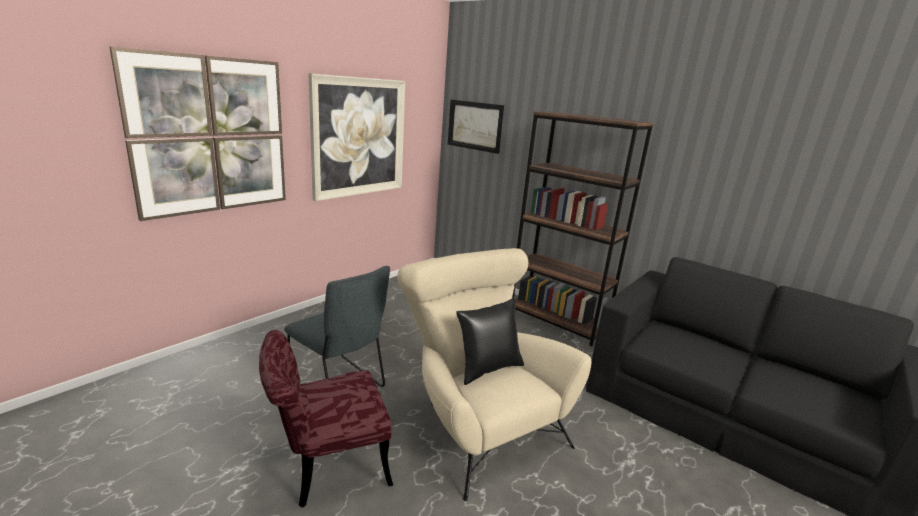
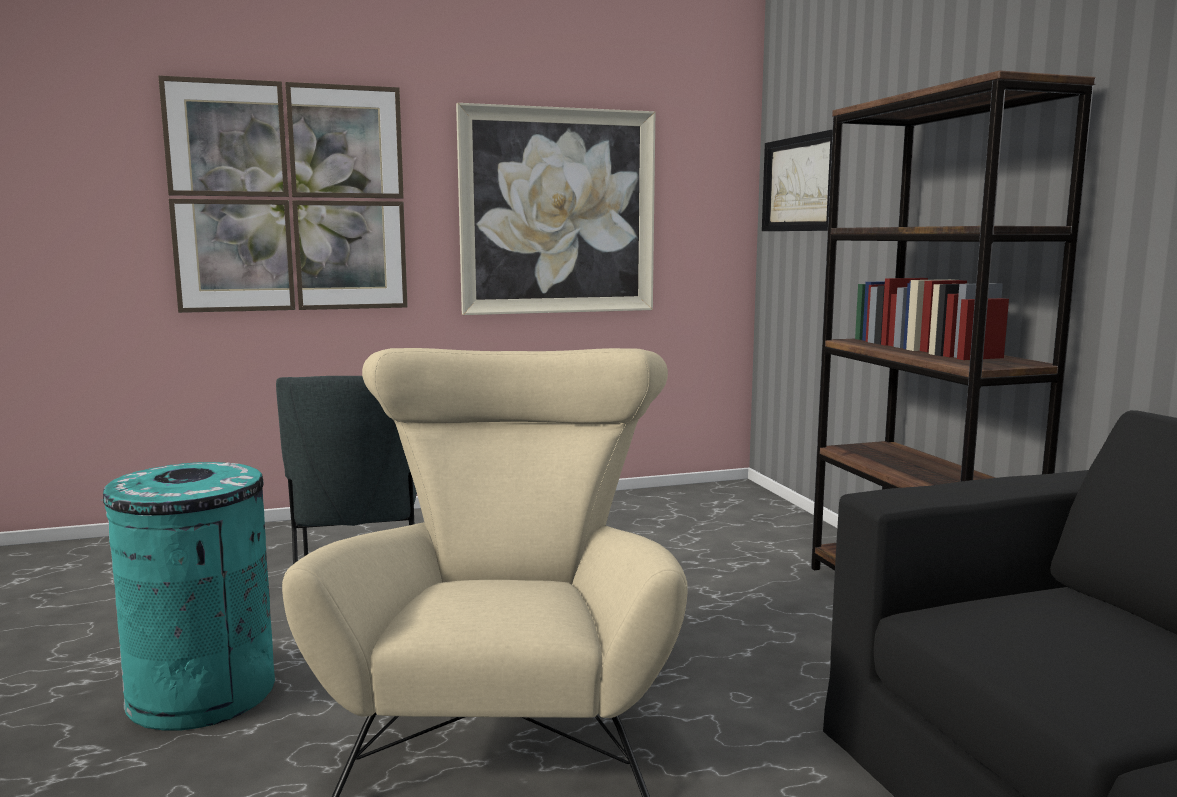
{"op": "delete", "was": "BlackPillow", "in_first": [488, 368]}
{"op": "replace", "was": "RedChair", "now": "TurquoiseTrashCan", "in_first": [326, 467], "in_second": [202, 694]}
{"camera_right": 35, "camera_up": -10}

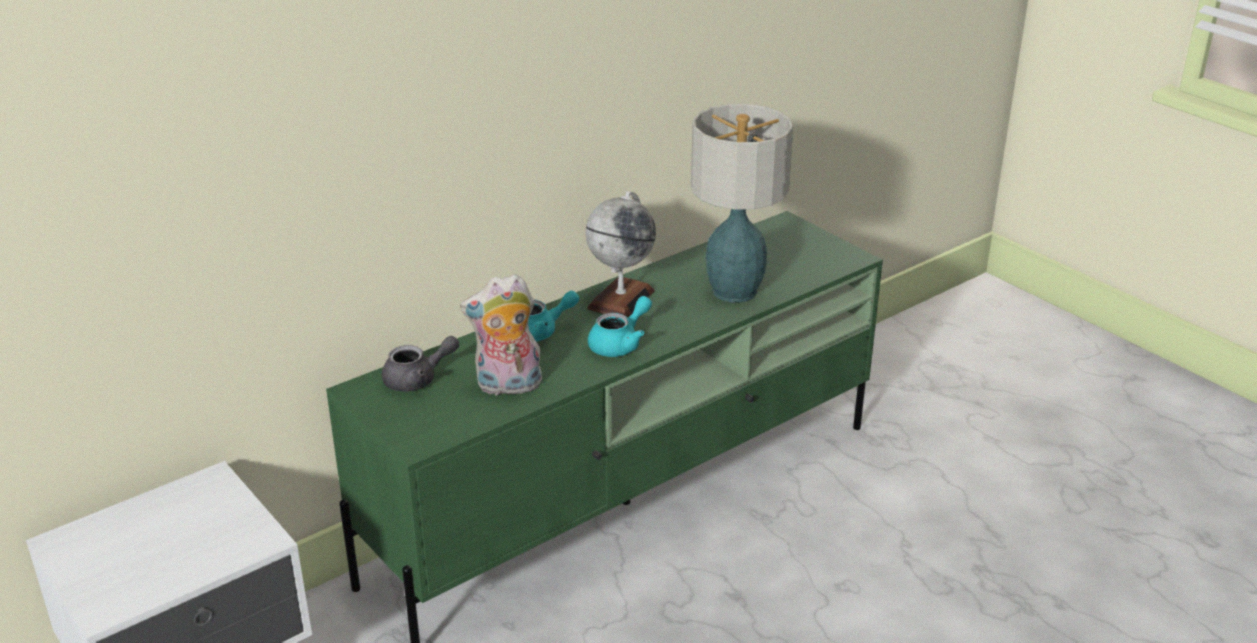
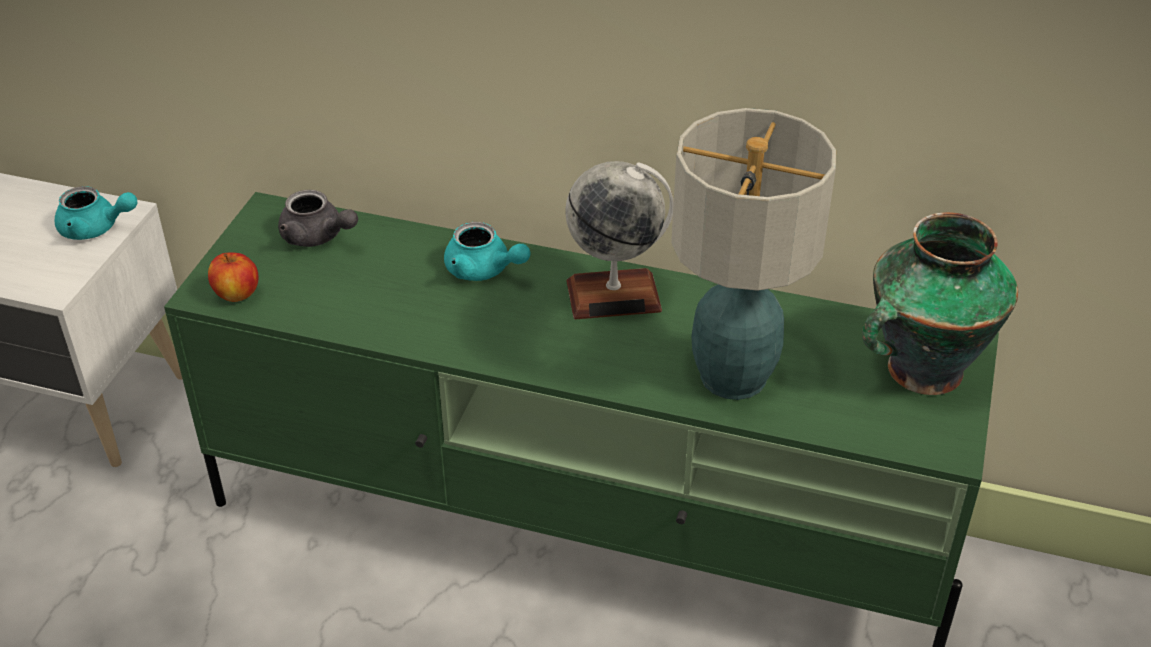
{"op": "delete", "was": "PlushToy", "in_first": [507, 387]}
{"op": "move", "was": "TurquoiseTeapot", "in_first": [620, 344], "in_second": [96, 228]}
{"op": "insert", "now": "Vase", "in_second": [921, 371]}
{"op": "insert", "now": "Apple", "in_second": [237, 294]}
{"camera_right": 55, "camera_up": 10}

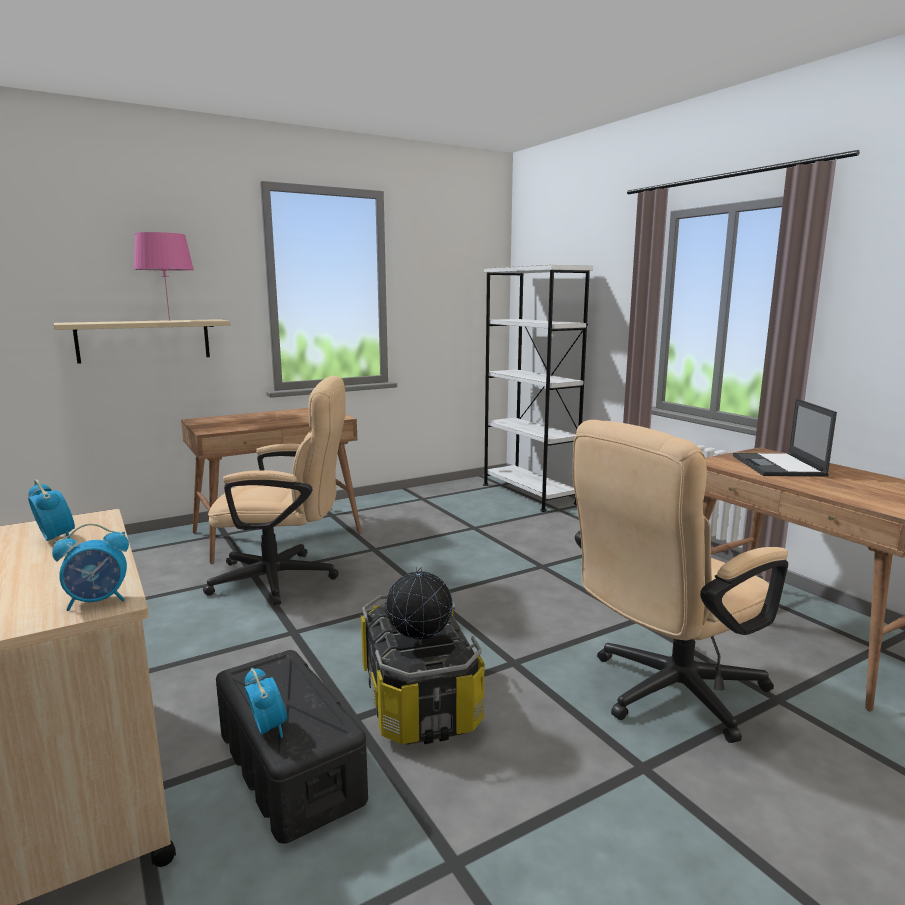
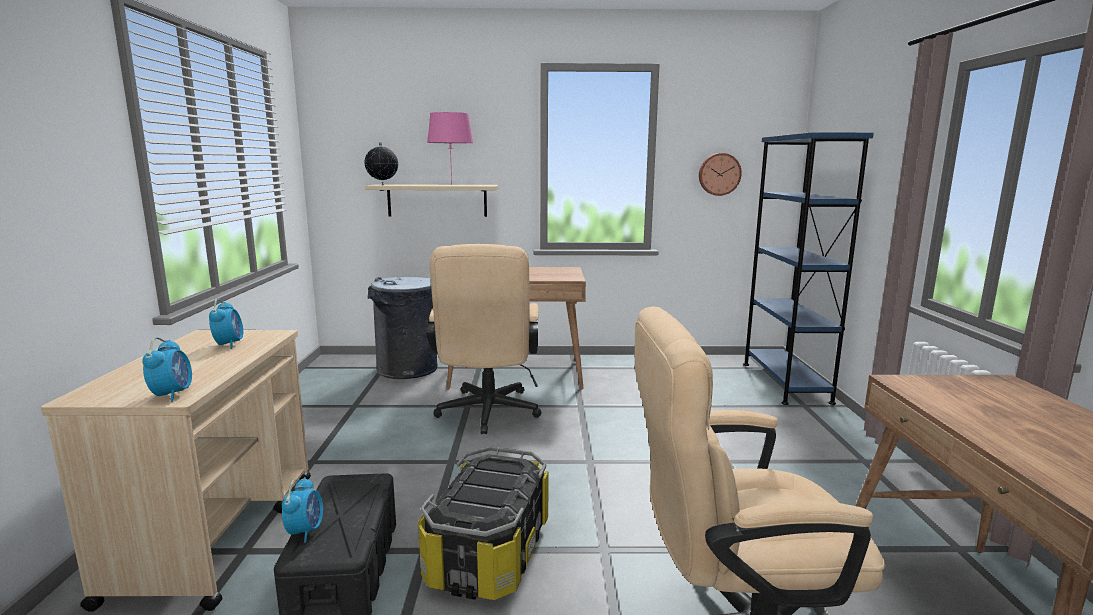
{"op": "recolor", "was": "WhiteBookcase", "now": "BlueBookcase", "in_first": [529, 494], "in_second": [785, 382]}
{"op": "rotate", "was": "BeigeOfficeChair", "in_first": [285, 578], "in_second": [487, 415], "clockwise": 60}
{"op": "delete", "was": "Laptop", "in_first": [778, 466]}
{"op": "rotate", "was": "AlarmClock", "in_first": [98, 601], "in_second": [172, 394], "clockwise": -105}
{"op": "move", "was": "Globe", "in_first": [419, 643], "in_second": [382, 184]}
{"op": "insert", "now": "WallClock", "in_second": [719, 174]}
{"op": "insert", "now": "GreyTrashCan", "in_second": [408, 370]}
{"camera_right": 30, "camera_up": 0}

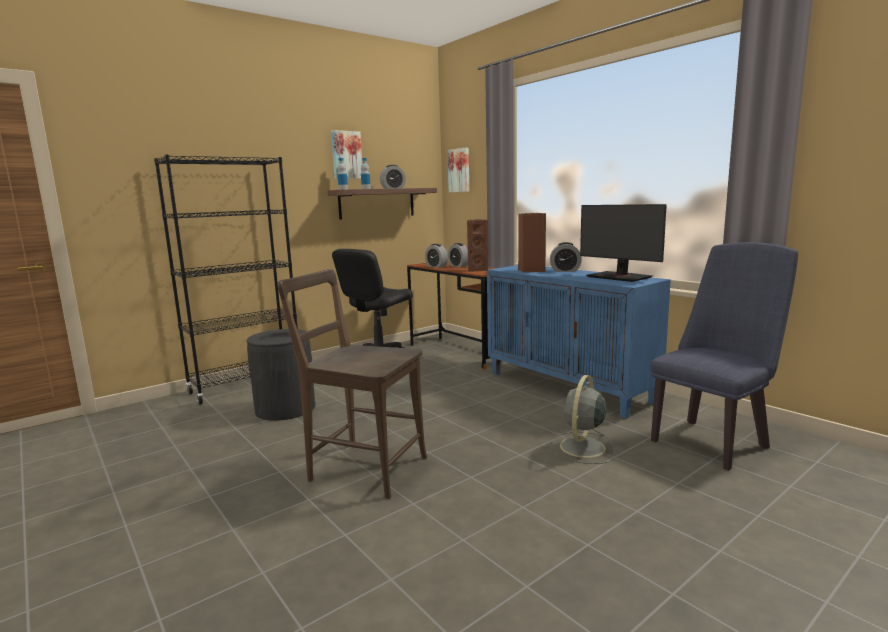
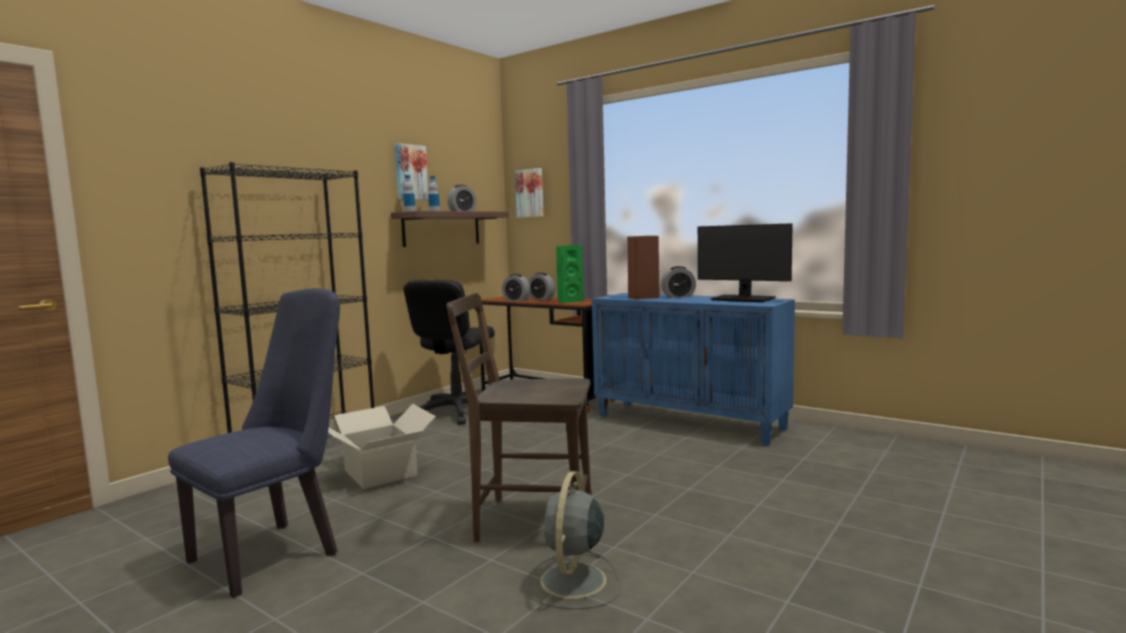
{"op": "recolor", "was": "BrownSpeaker", "now": "GreenSpeaker", "in_first": [476, 270], "in_second": [569, 301]}
{"op": "move", "was": "BlueChair", "in_first": [713, 440], "in_second": [275, 551]}
{"op": "replace", "was": "BlackTrashCan", "now": "CardboardBox", "in_first": [285, 408], "in_second": [381, 472]}
{"op": "move", "was": "GreyFan", "in_first": [582, 448], "in_second": [572, 582]}
{"camera_right": -15, "camera_up": -5}

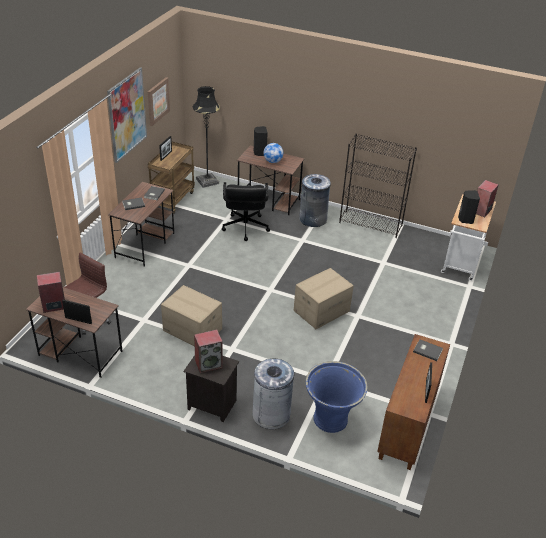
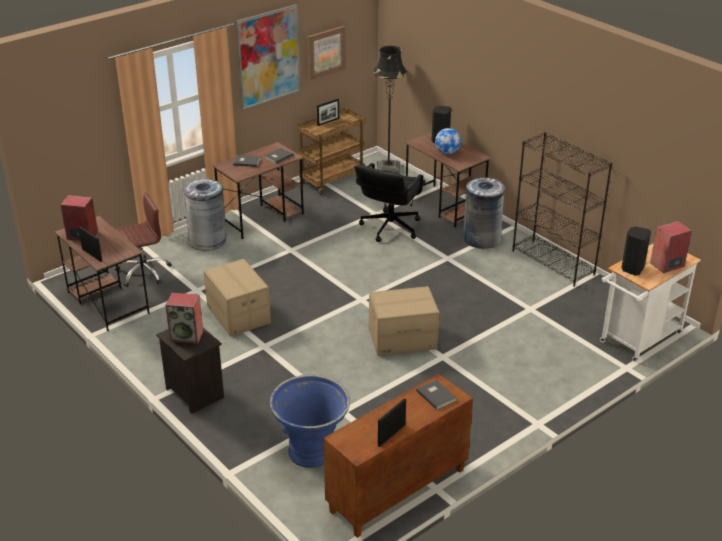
{"op": "move", "was": "GreyTrashCan", "in_first": [271, 414], "in_second": [208, 240]}
{"camera_right": 30, "camera_up": -5}

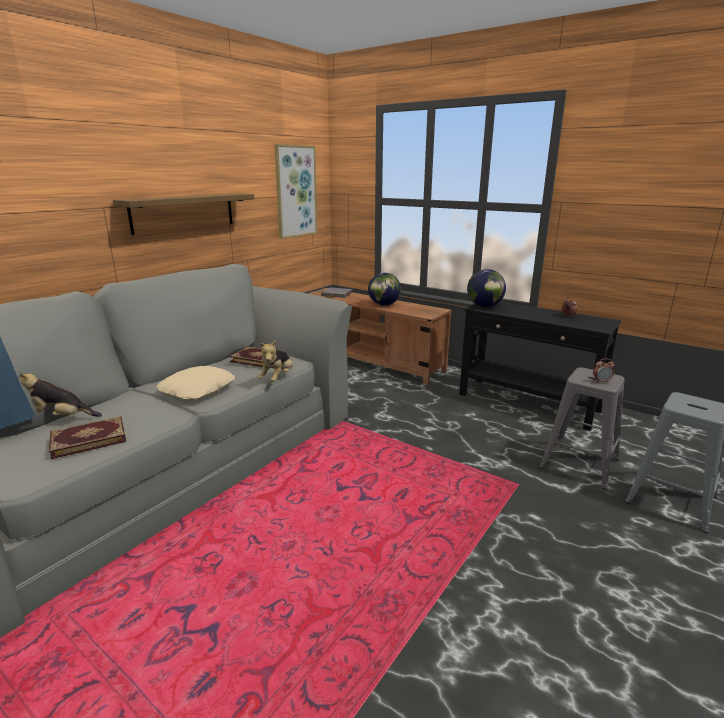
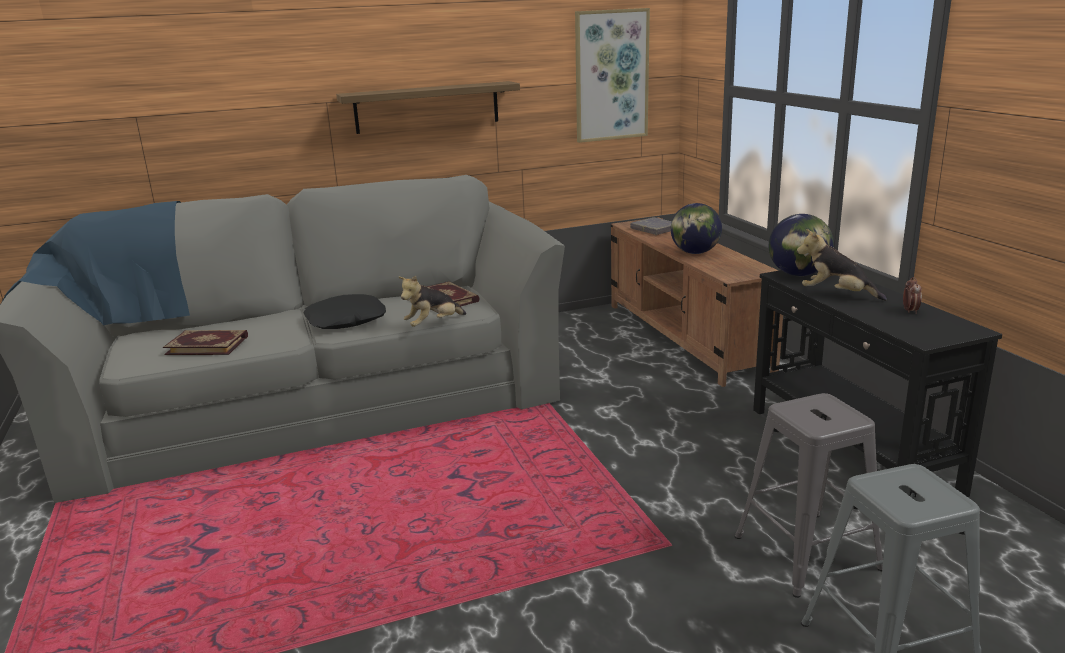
{"op": "delete", "was": "AlarmClock", "in_first": [601, 381]}
{"op": "recolor", "was": "BeigePillow", "now": "BlackPillow", "in_first": [198, 390], "in_second": [346, 320]}
{"op": "move", "was": "PlushToy", "in_first": [61, 418], "in_second": [836, 295]}
{"camera_right": 35, "camera_up": 0}

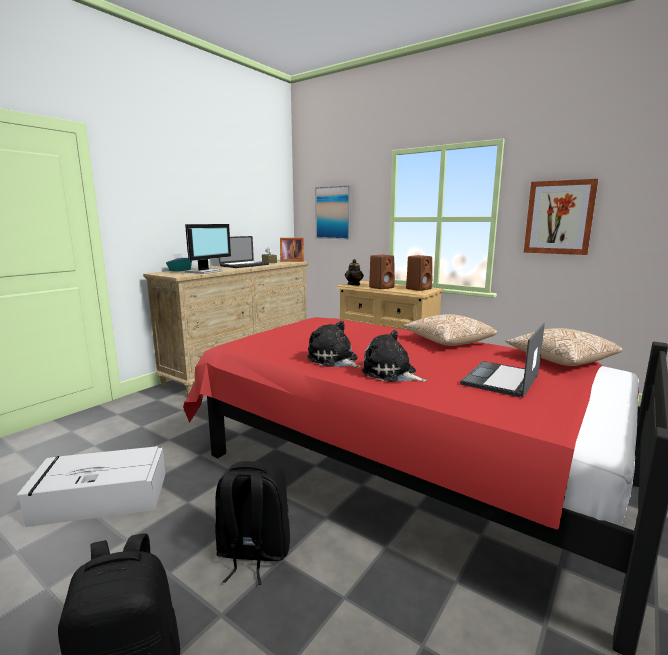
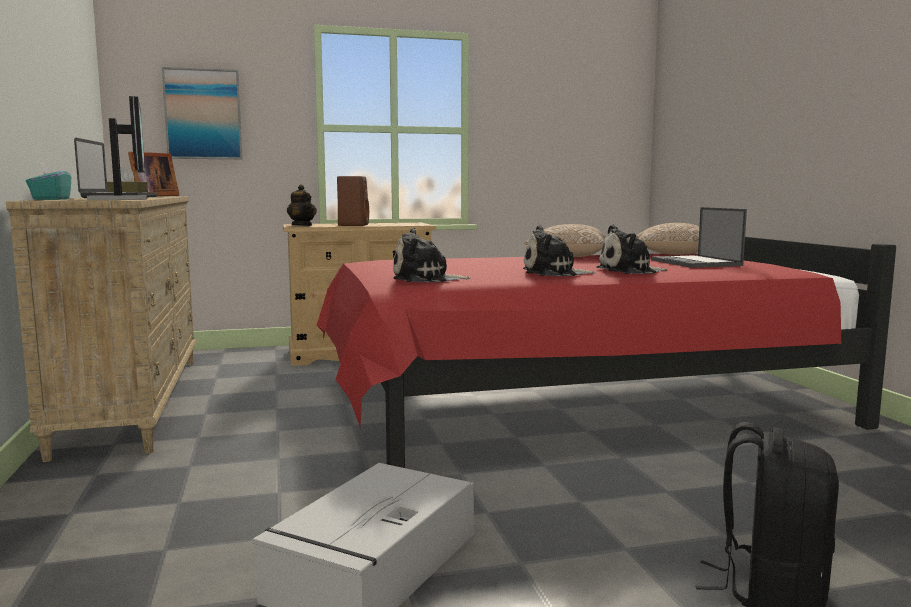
{"op": "delete", "was": "Picture", "in_first": [559, 217]}
{"op": "delete", "was": "BrownSpeaker", "in_first": [419, 289]}
{"op": "delete", "was": "BlackBackpack", "in_first": [253, 553]}
{"op": "insert", "now": "PlushToy", "in_second": [425, 279]}
{"camera_right": -50, "camera_up": -5}

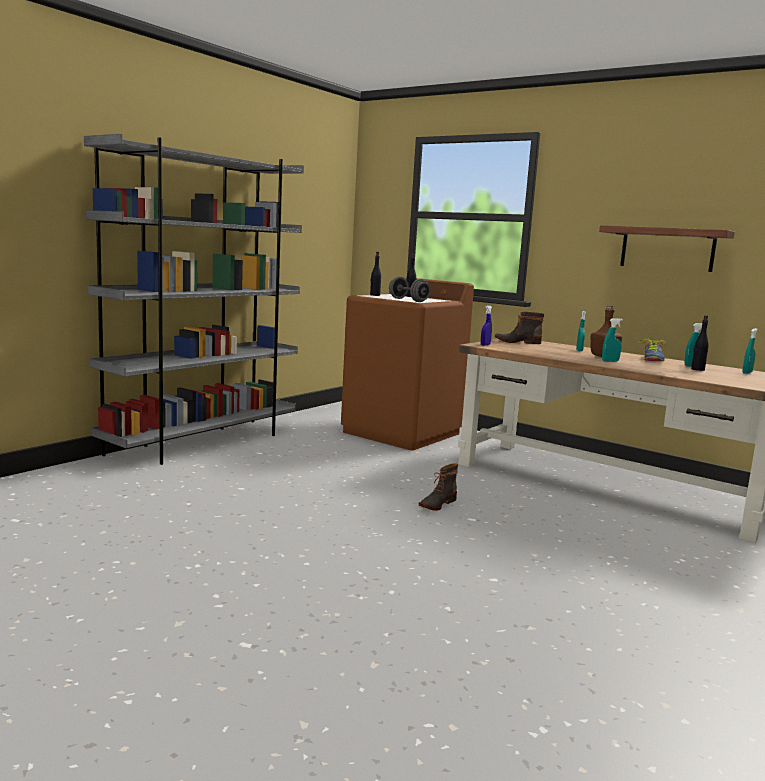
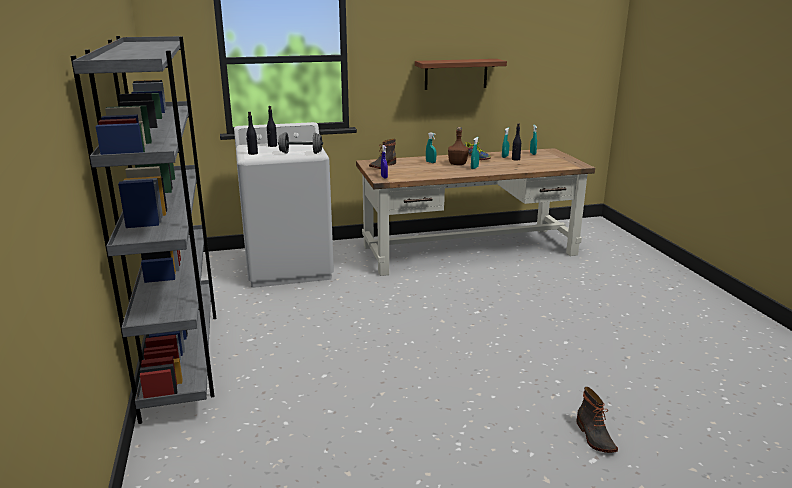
{"op": "recolor", "was": "BrownWashingMachine", "now": "WhiteWashingMachine", "in_first": [402, 433], "in_second": [289, 267]}
{"op": "move", "was": "Boot", "in_first": [436, 504], "in_second": [594, 437]}
{"camera_right": -50, "camera_up": 10}

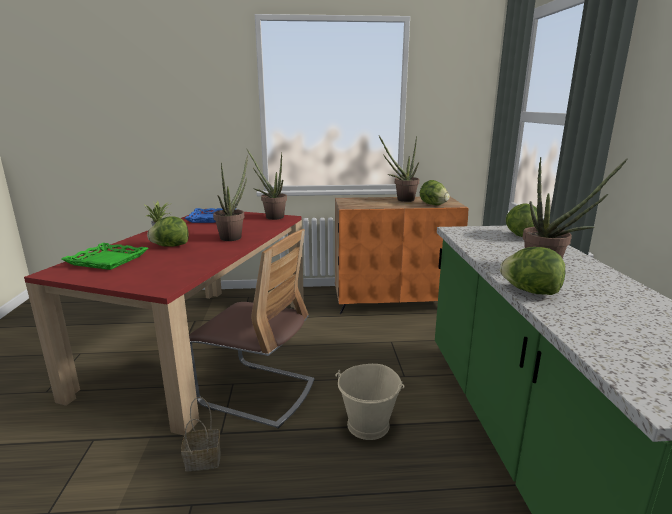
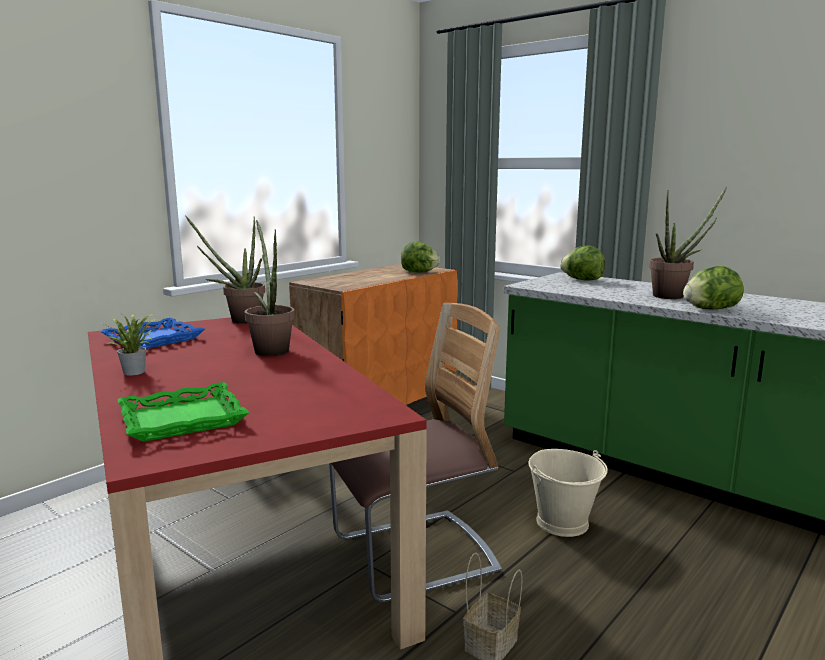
{"op": "delete", "was": "PottedPlant", "in_first": [401, 200]}
{"op": "delete", "was": "Lettuce", "in_first": [171, 246]}
{"camera_right": -45, "camera_up": -5}

